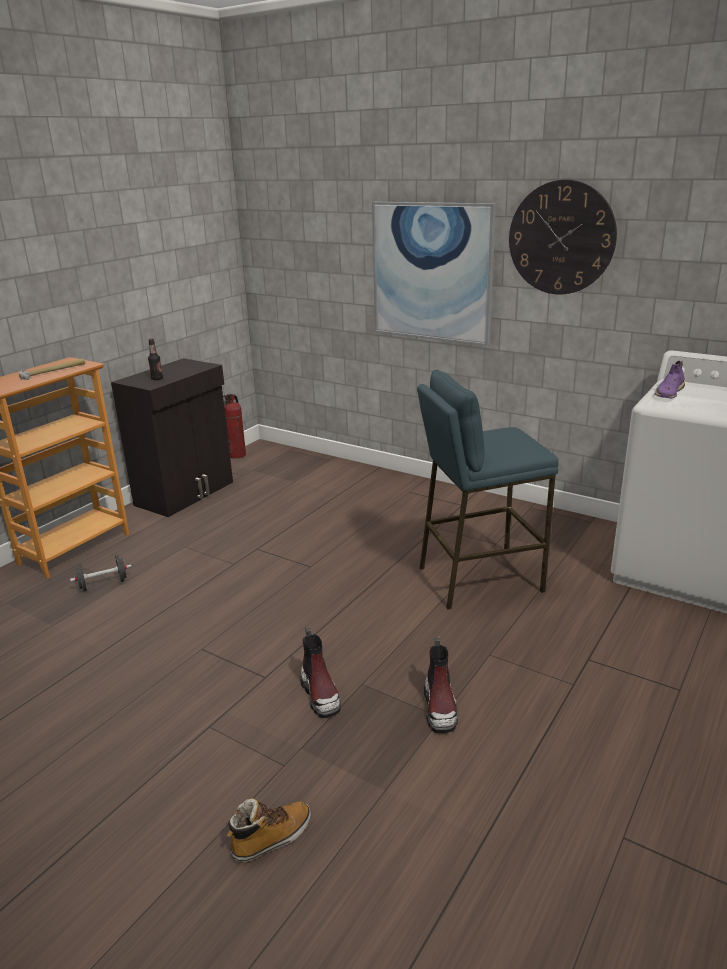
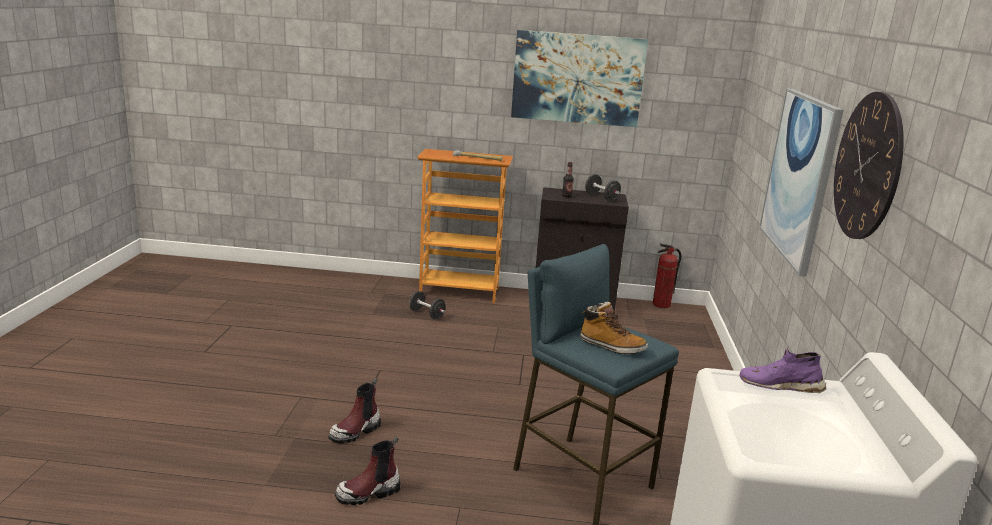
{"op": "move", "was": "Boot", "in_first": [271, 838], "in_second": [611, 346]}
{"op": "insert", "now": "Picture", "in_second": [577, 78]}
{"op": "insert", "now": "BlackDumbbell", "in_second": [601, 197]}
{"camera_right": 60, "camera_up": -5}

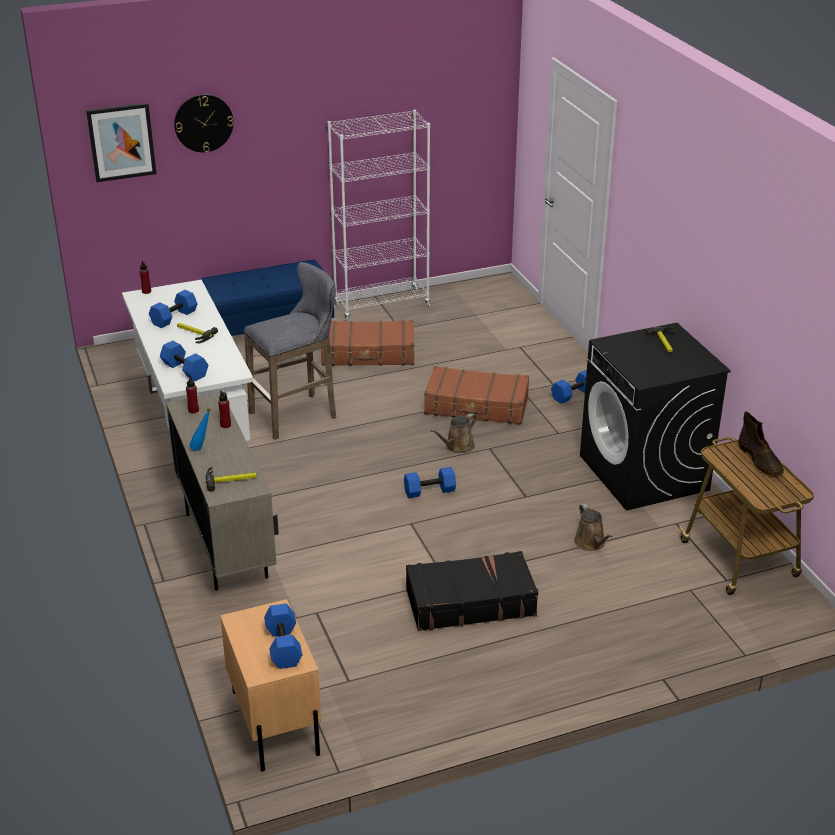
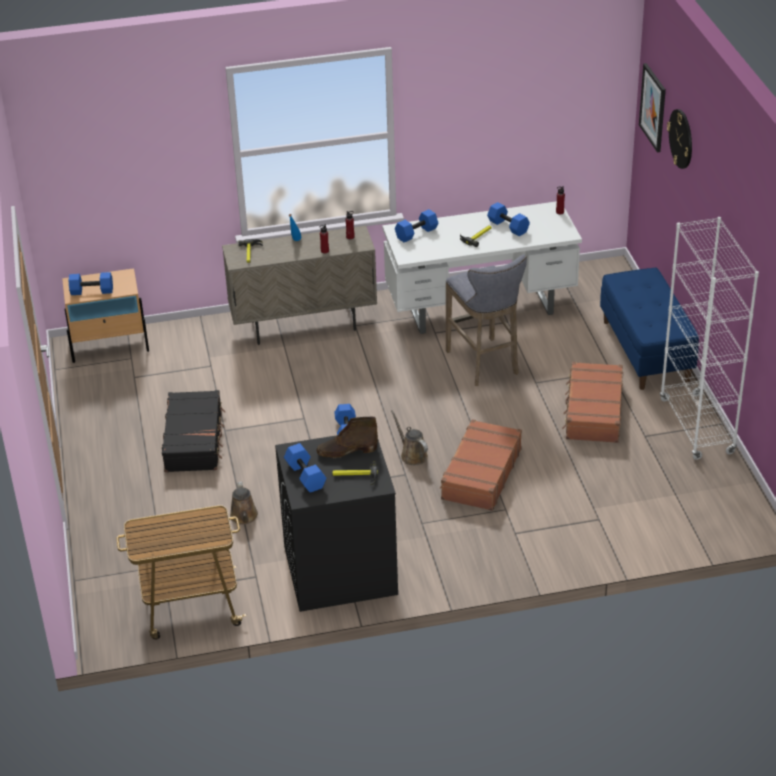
{"op": "move", "was": "BlueDumbbell", "in_first": [573, 394], "in_second": [306, 476]}
{"op": "move", "was": "BrownBoot", "in_first": [760, 460], "in_second": [346, 451]}
{"op": "rotate", "was": "BrownWateringCan", "in_first": [591, 543], "in_second": [244, 517], "clockwise": -90}
{"camera_right": 100, "camera_up": 5}

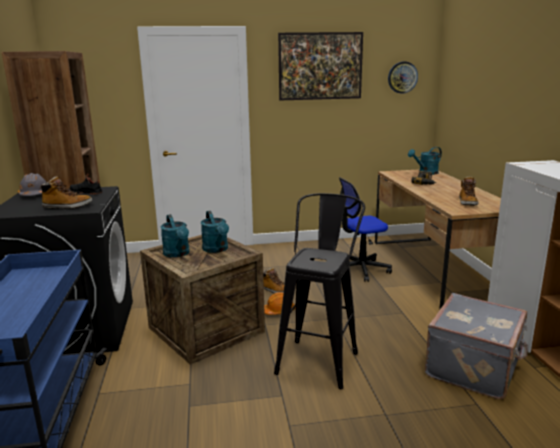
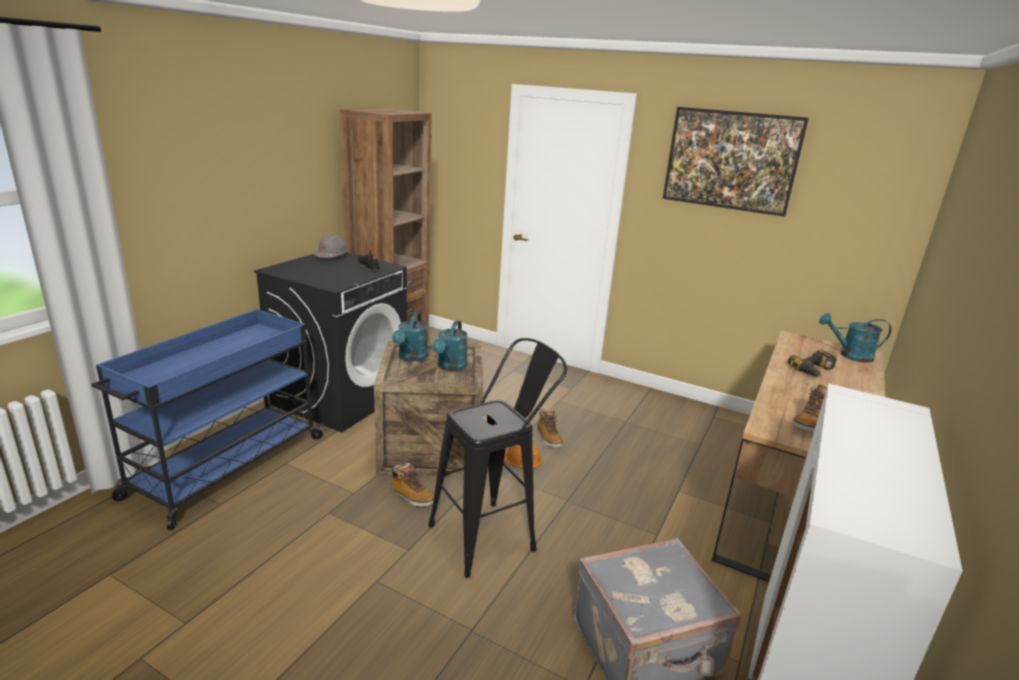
{"op": "delete", "was": "WallClock", "in_first": [402, 77]}
{"op": "move", "was": "Boot", "in_first": [67, 207], "in_second": [412, 497]}
{"op": "delete", "was": "OfficeChair", "in_first": [360, 269]}
{"camera_right": 35, "camera_up": 5}

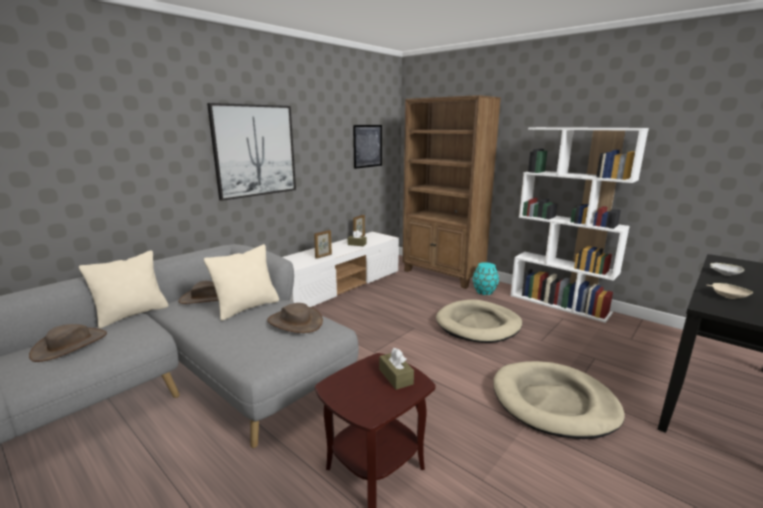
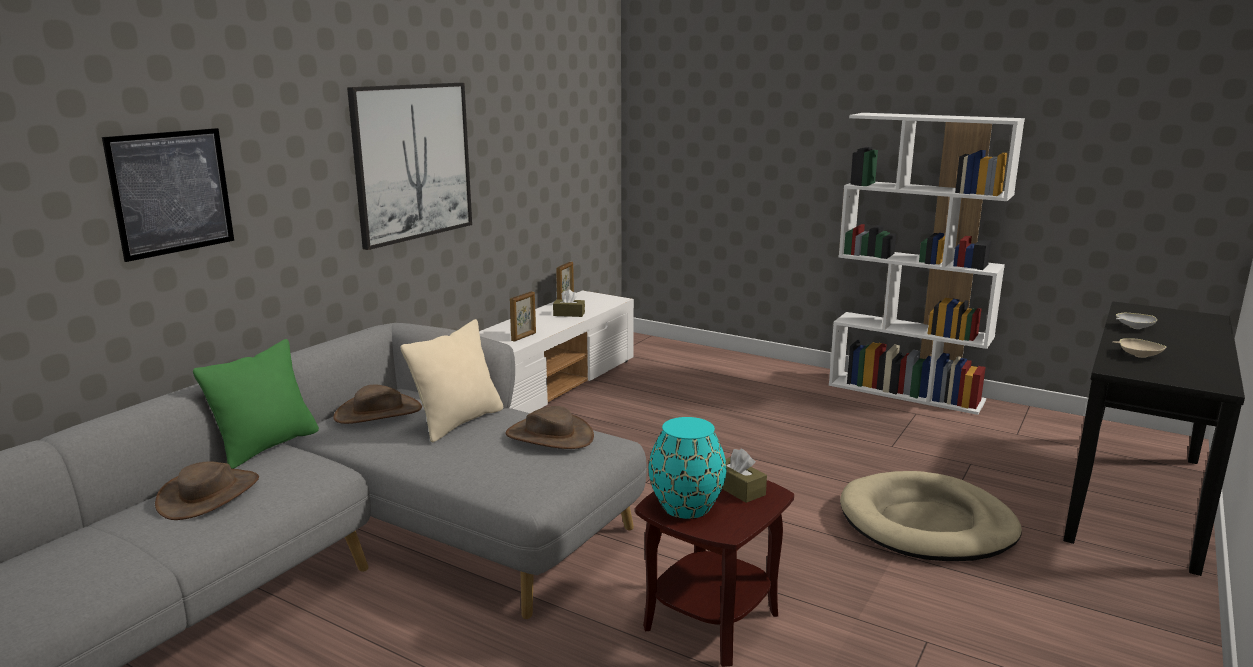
{"op": "delete", "was": "BrownBookcase", "in_first": [443, 275]}
{"op": "move", "was": "Picture", "in_first": [367, 146], "in_second": [172, 192]}
{"op": "recolor", "was": "BeigePillow", "now": "GreenPillow", "in_first": [132, 314], "in_second": [266, 446]}
{"op": "move", "was": "TurquoiseVase", "in_first": [484, 291], "in_second": [687, 506]}
{"op": "delete", "was": "BeigeDogBed", "in_first": [478, 325]}
{"camera_right": -10, "camera_up": 0}

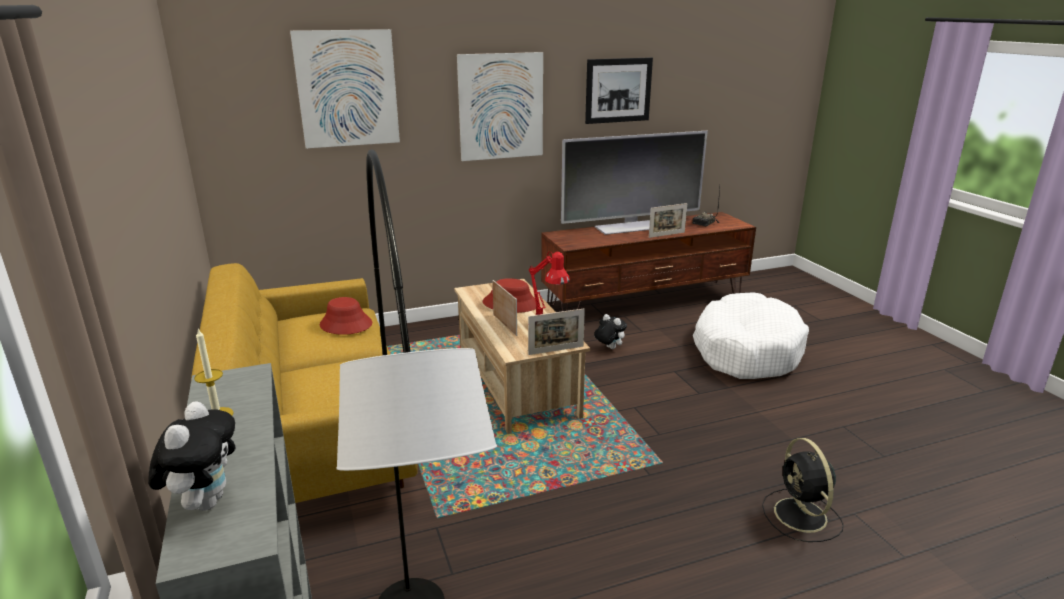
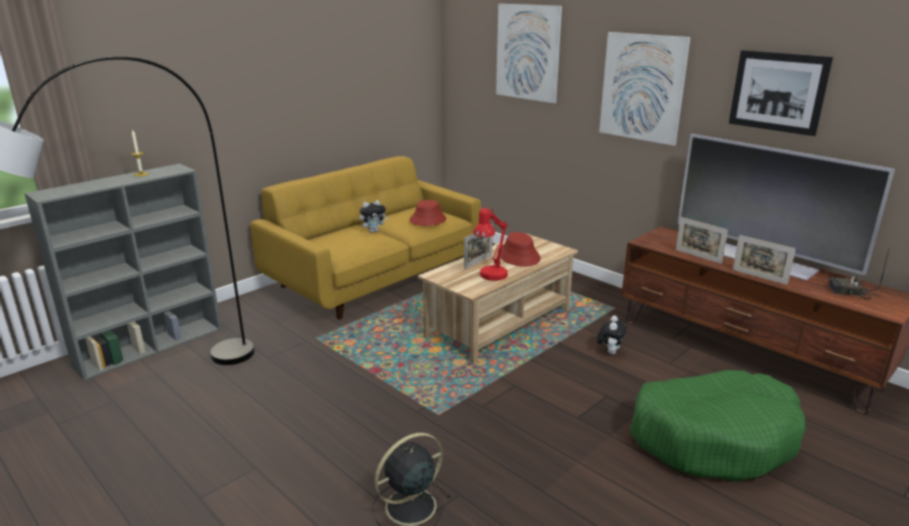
{"op": "recolor", "was": "WhiteDogBed", "now": "GreenDogBed", "in_first": [746, 351], "in_second": [713, 438]}
{"op": "move", "was": "PictureFrame", "in_first": [556, 350], "in_second": [698, 256]}
{"op": "move", "was": "PlushToy", "in_first": [205, 501], "in_second": [373, 231]}
{"camera_right": 65, "camera_up": 0}

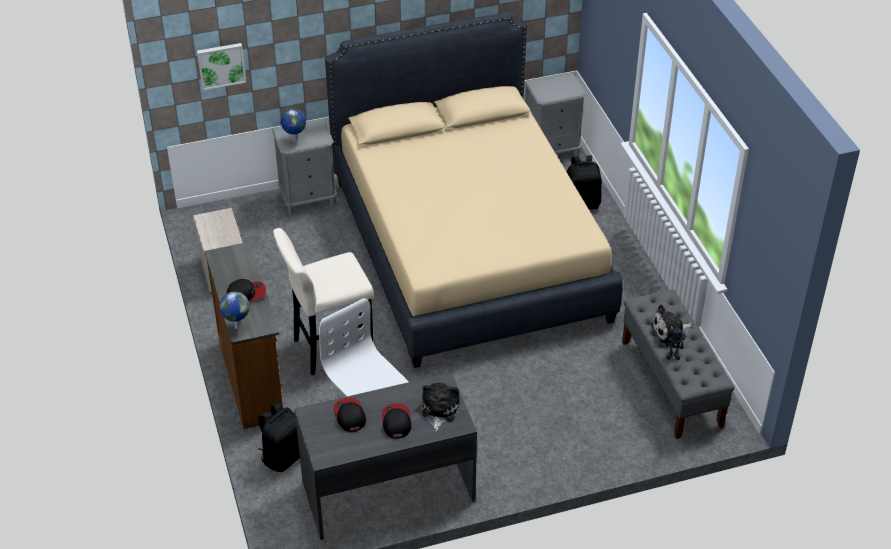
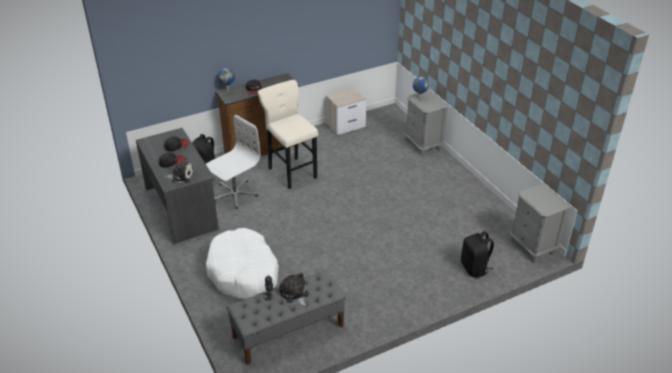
{"op": "delete", "was": "BeigeBed", "in_first": [469, 248]}
{"op": "delete", "was": "Picture", "in_first": [221, 65]}
{"op": "insert", "now": "WhiteDogBed", "in_second": [243, 272]}
{"camera_right": 80, "camera_up": -5}

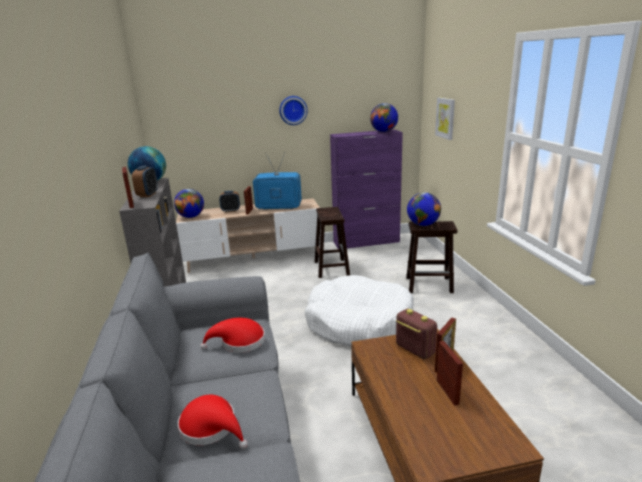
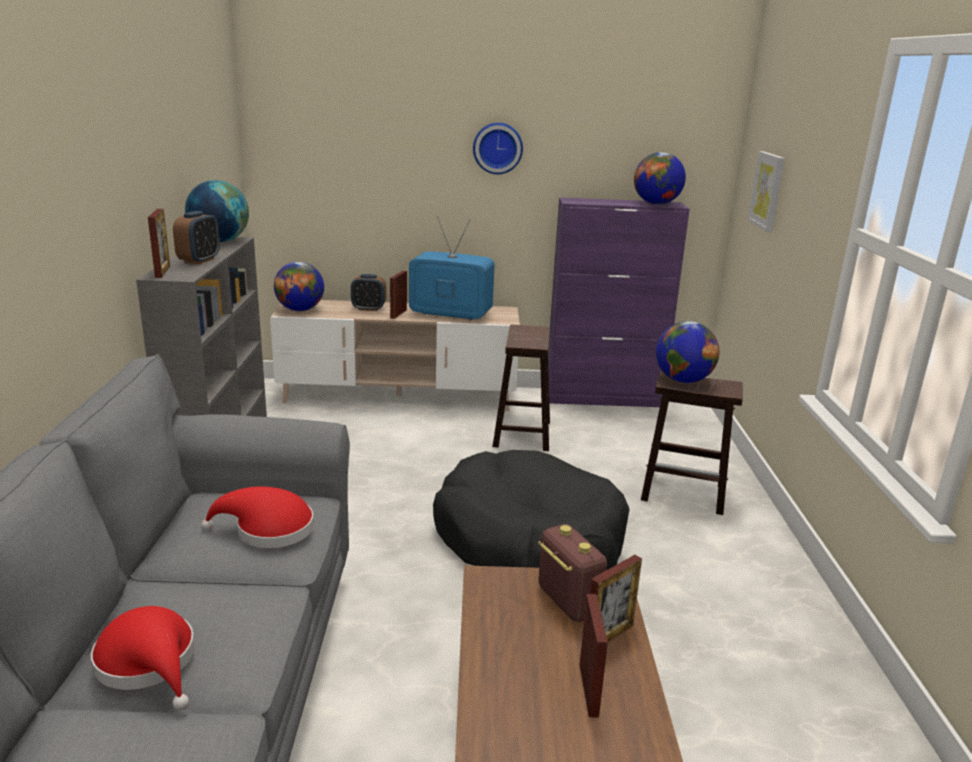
{"op": "recolor", "was": "WhiteDogBed", "now": "BlackDogBed", "in_first": [360, 324], "in_second": [528, 540]}
{"camera_right": 10, "camera_up": 0}

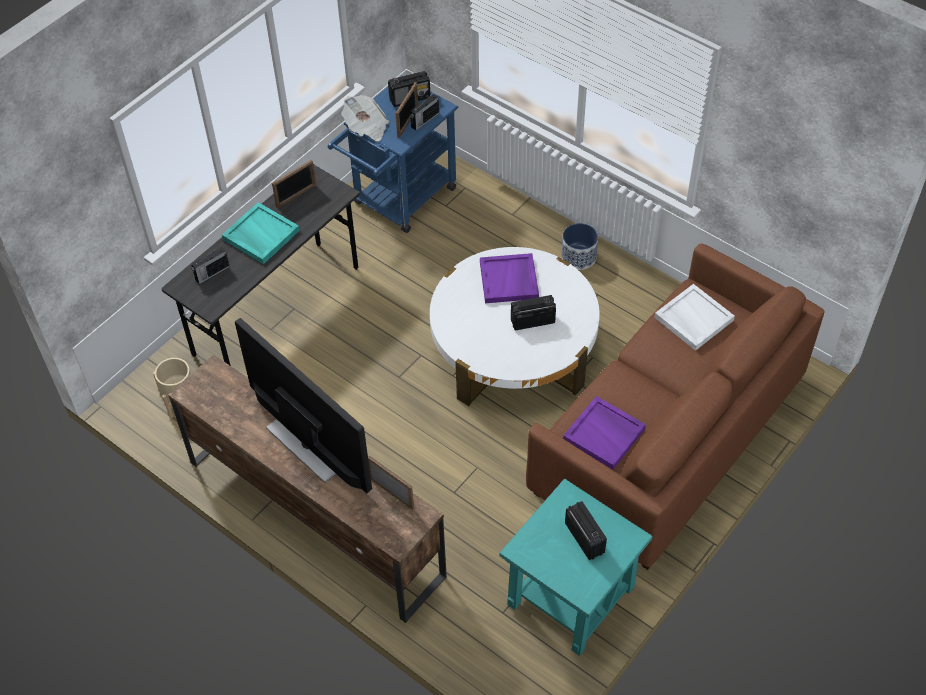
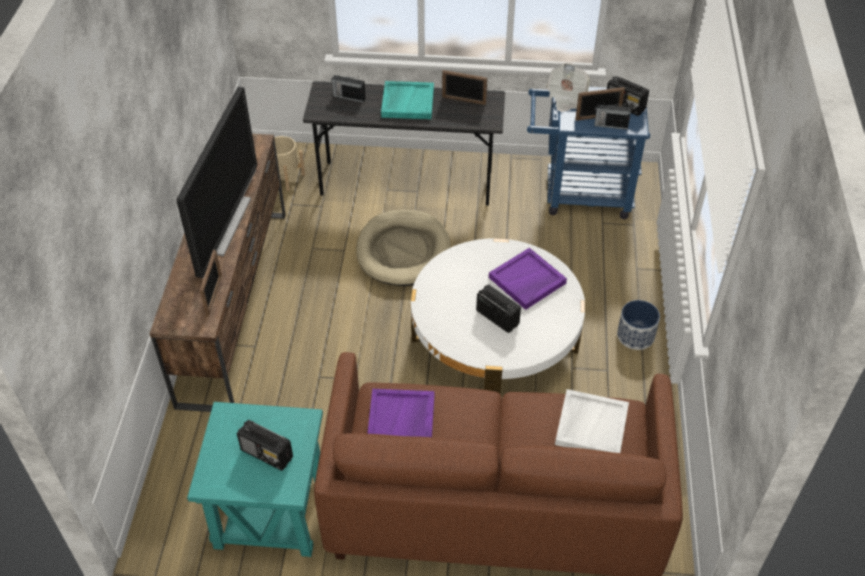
{"op": "rotate", "was": "Radio", "in_first": [584, 537], "in_second": [267, 454], "clockwise": 90}
{"op": "insert", "now": "BeigeDogBed", "in_second": [403, 251]}
{"camera_right": 55, "camera_up": -5}

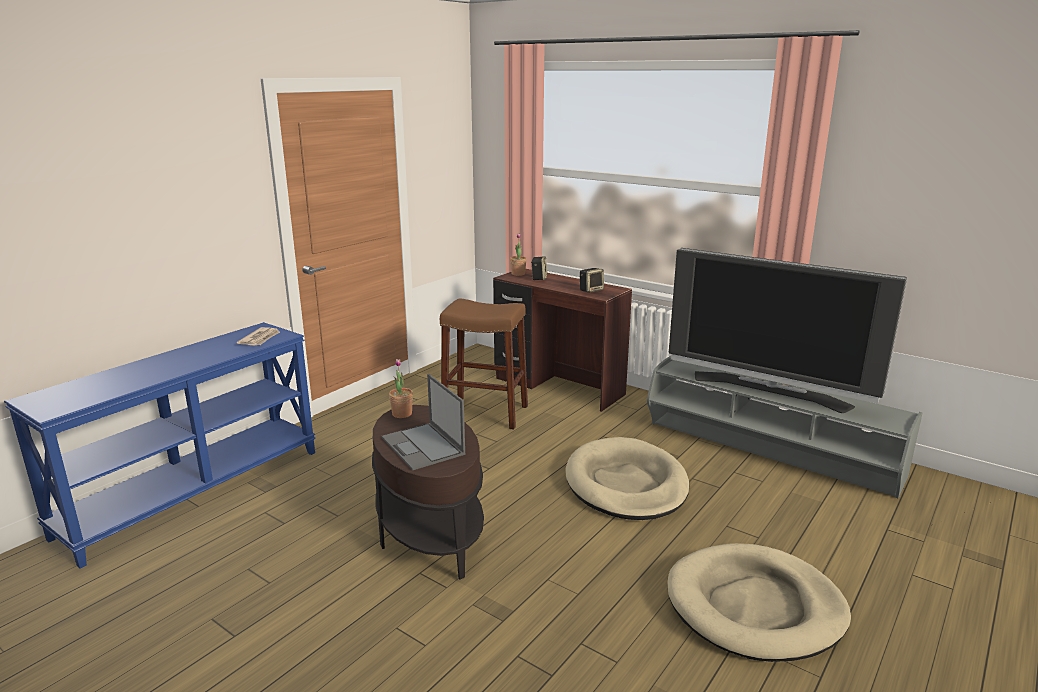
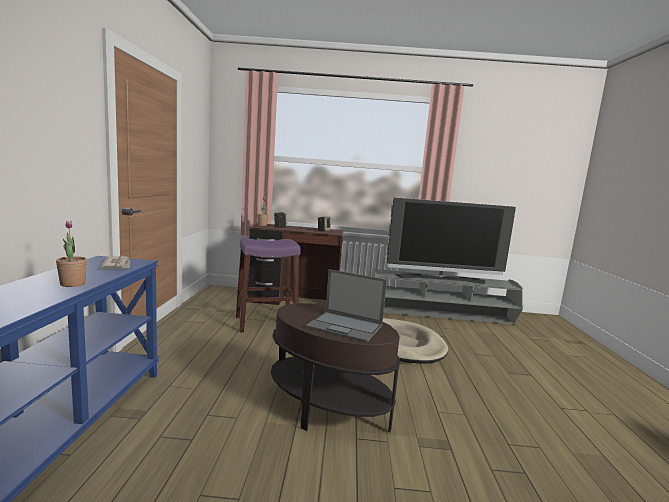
{"op": "recolor", "was": "BrownStool", "now": "PurpleStool", "in_first": [485, 413], "in_second": [265, 322]}
{"op": "move", "was": "PottedPlant", "in_first": [402, 414], "in_second": [73, 284]}
{"op": "delete", "was": "BeigeDogBed", "in_first": [755, 607]}
{"camera_right": -35, "camera_up": -10}

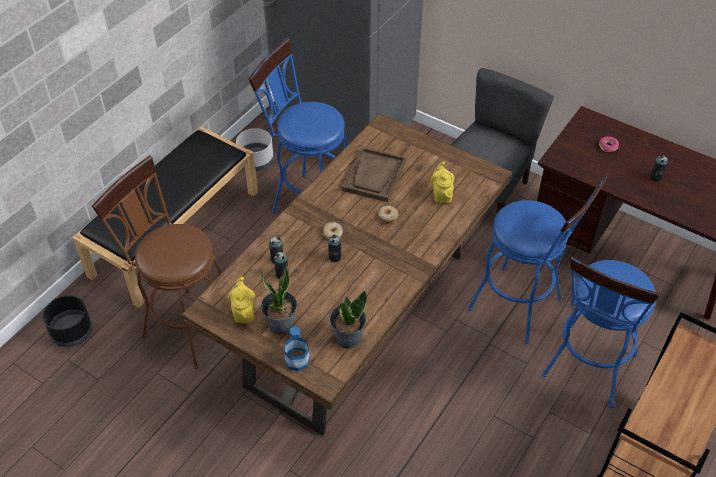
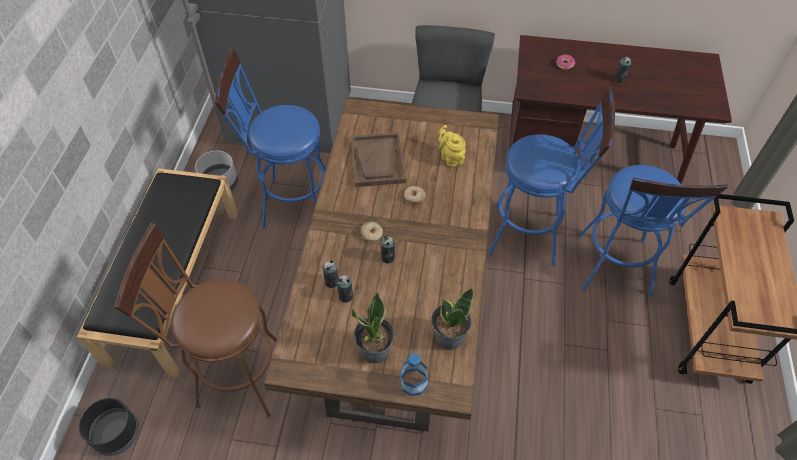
{"op": "delete", "was": "YellowTeapot", "in_first": [243, 312]}
{"camera_right": -25, "camera_up": 5}

